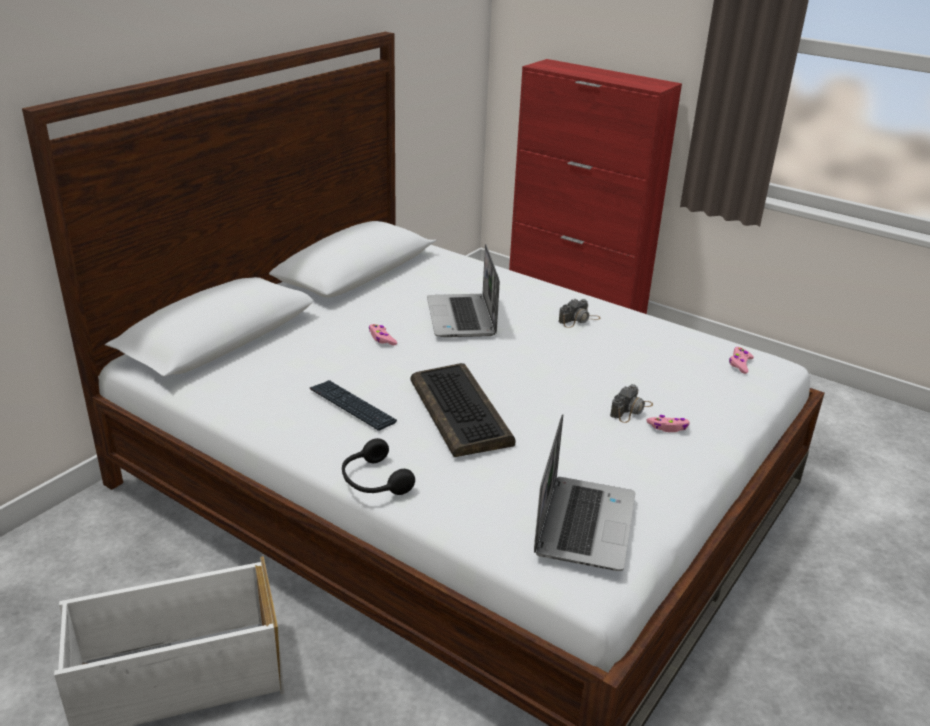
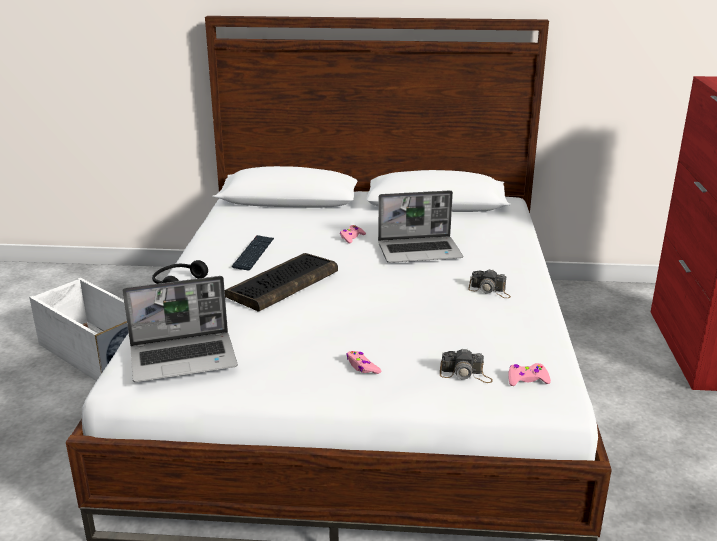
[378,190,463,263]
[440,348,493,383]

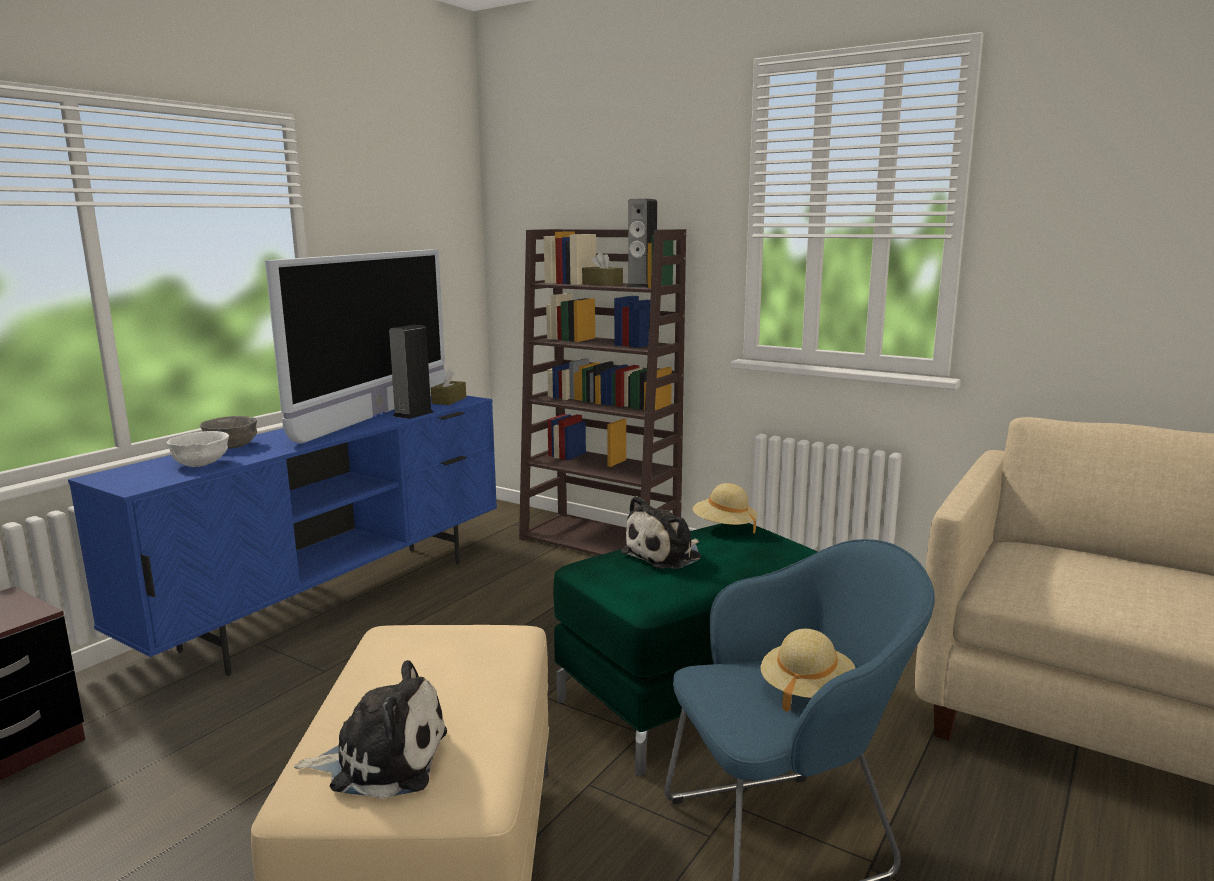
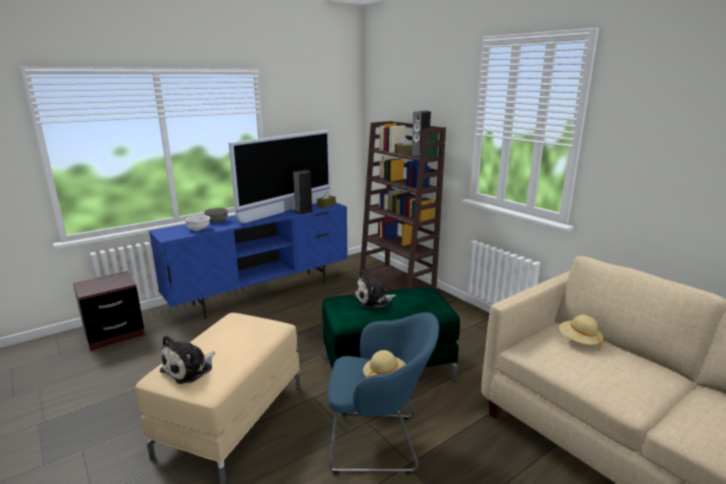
[160,335,215,384]
[559,315,603,350]

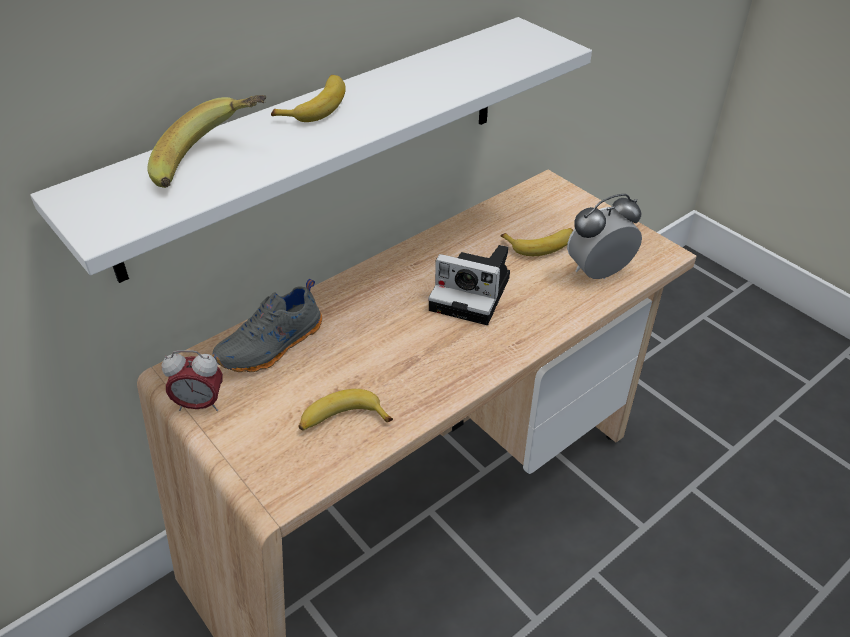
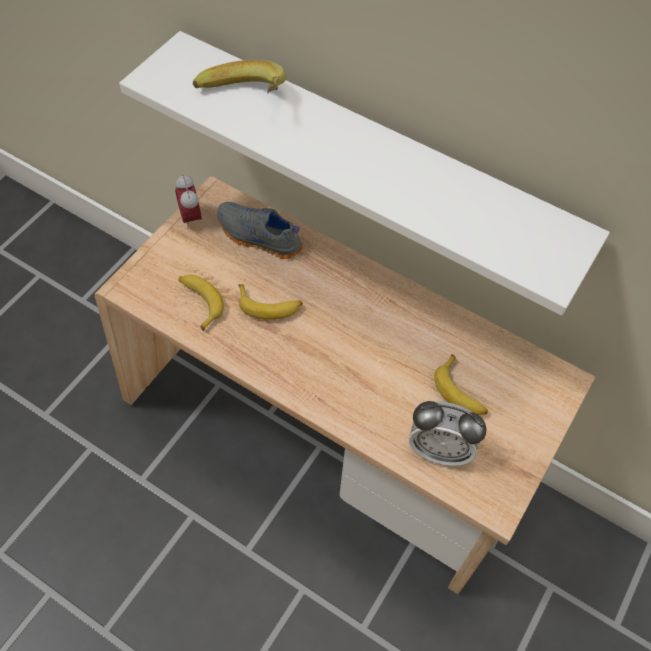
[238,284,303,319]
[428,245,510,325] (first image)
[409,401,486,466]

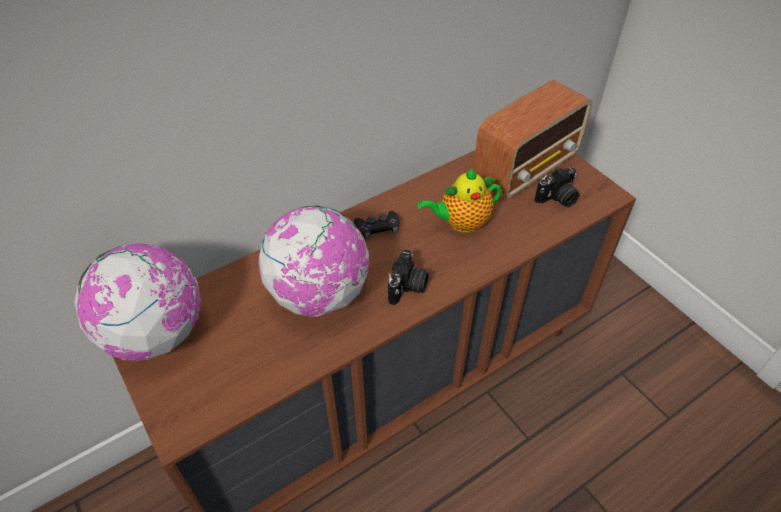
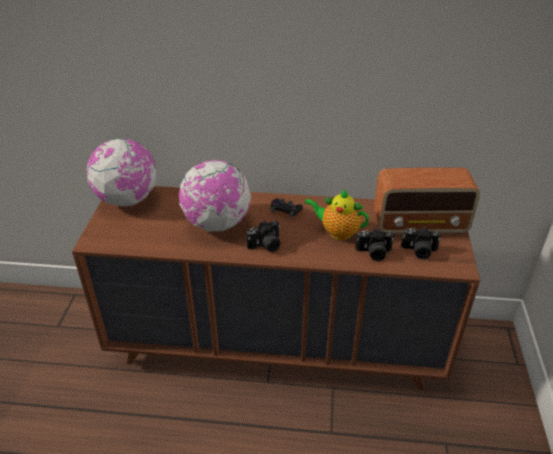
[355,228,394,261]

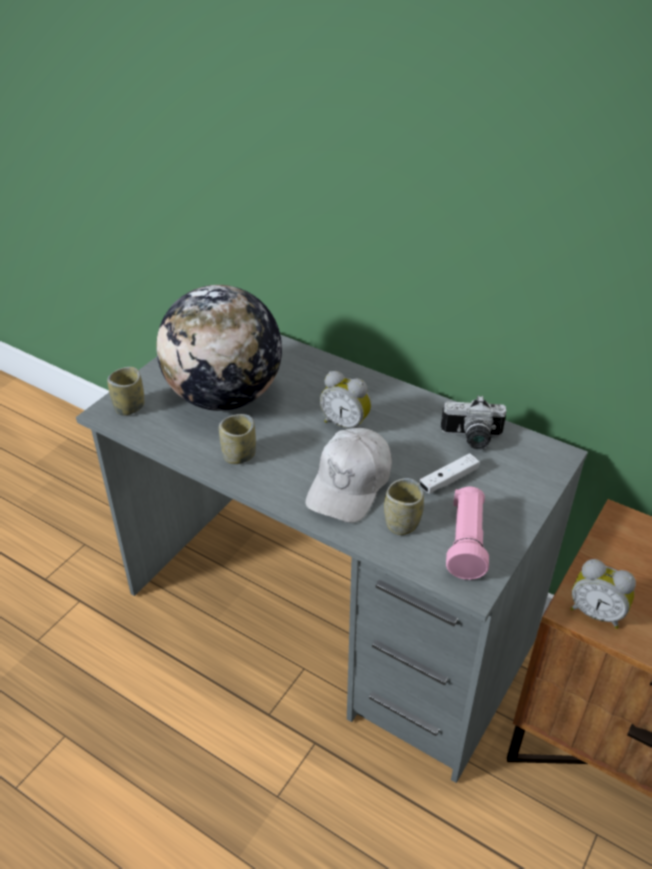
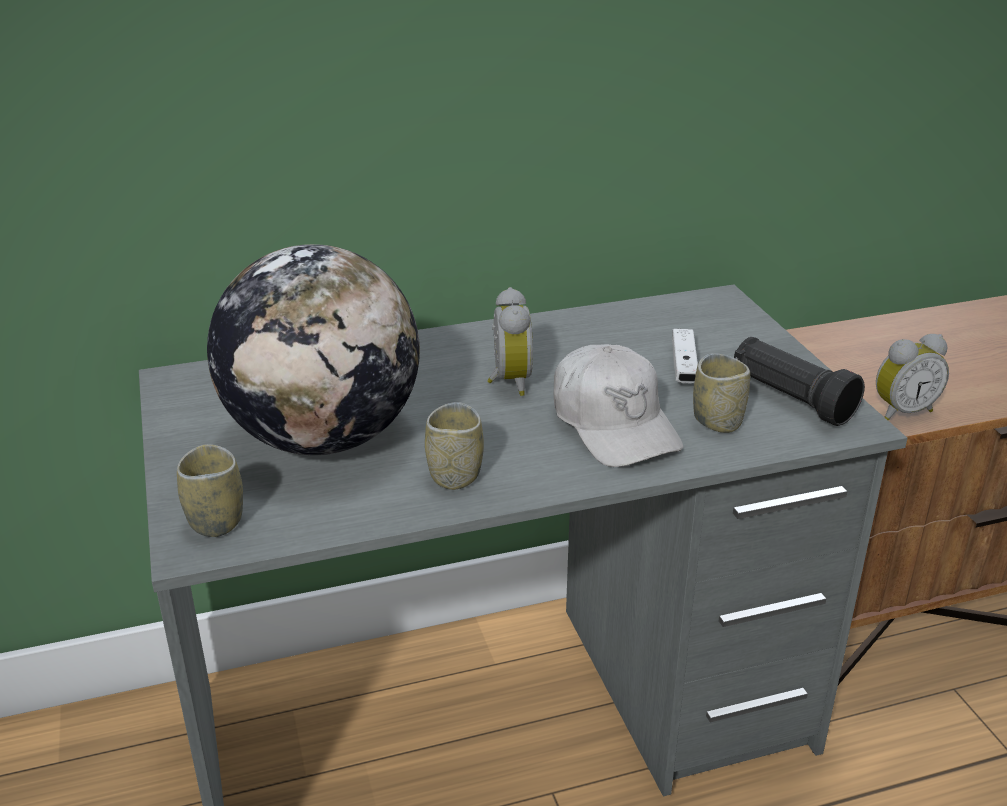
[487,287,533,396]
[441,395,507,450] (first image)
[734,337,865,426]

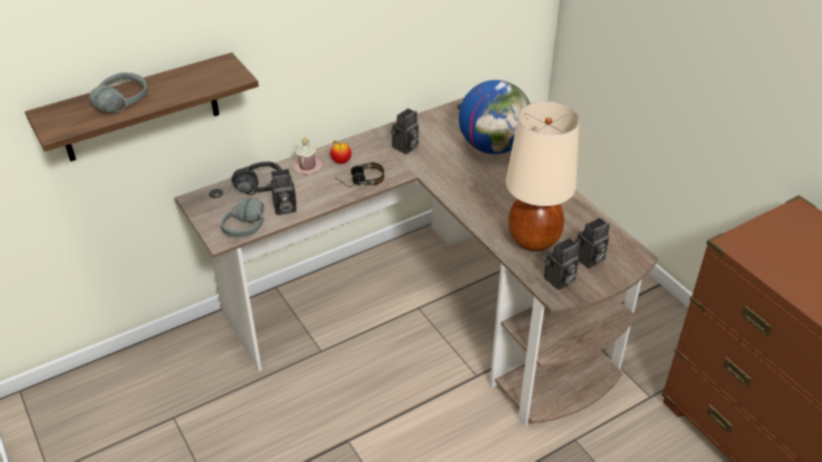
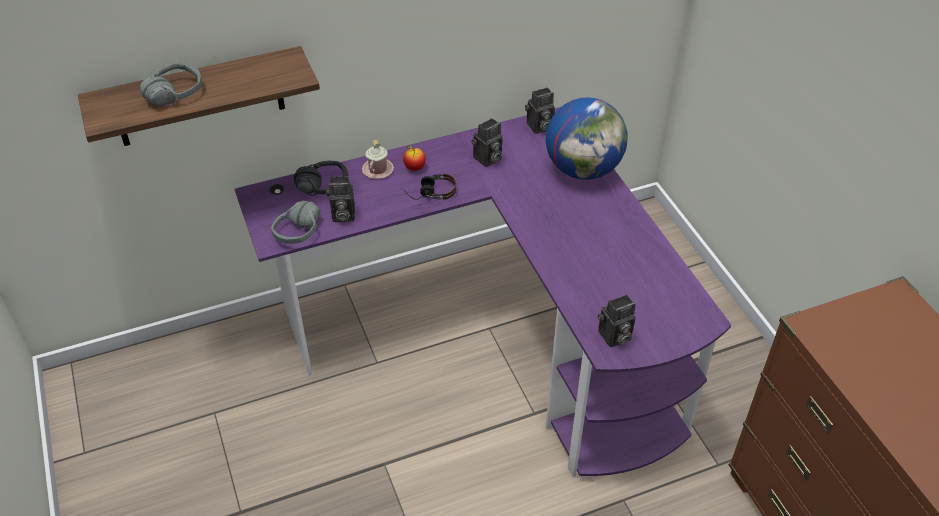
[234,107,731,477]
[506,101,579,251] (first image)
[525,87,555,134]

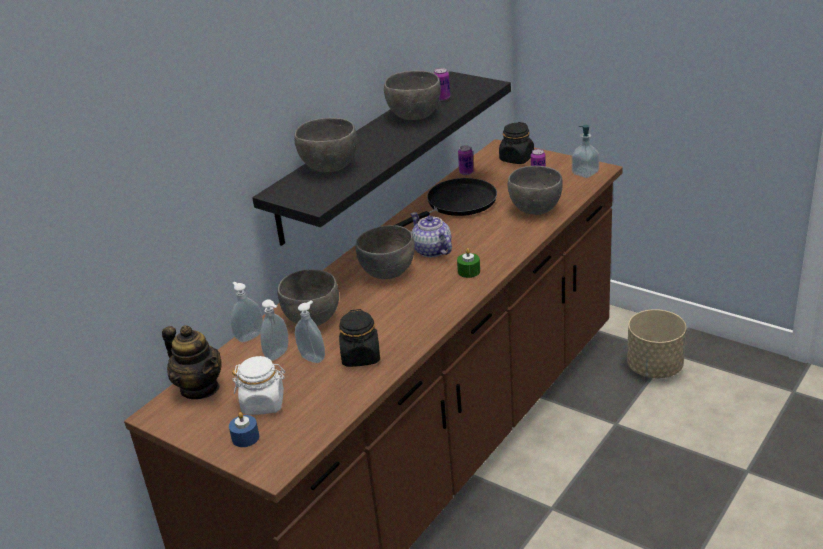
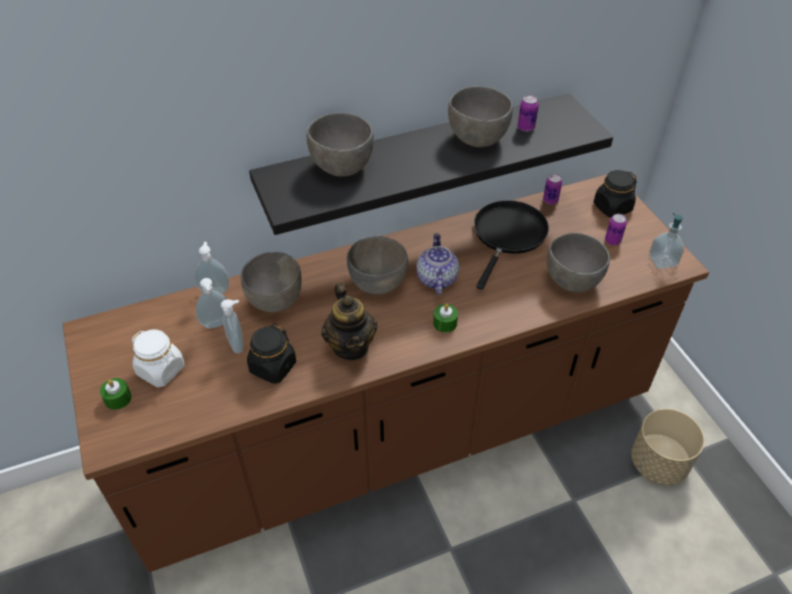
[321,283,377,361]
[100,378,131,410]
[474,200,549,289]

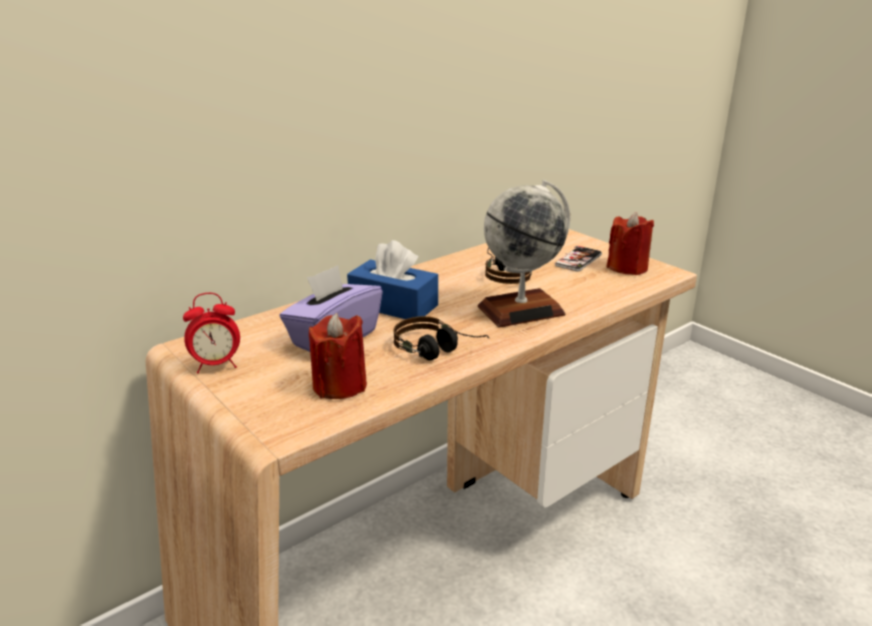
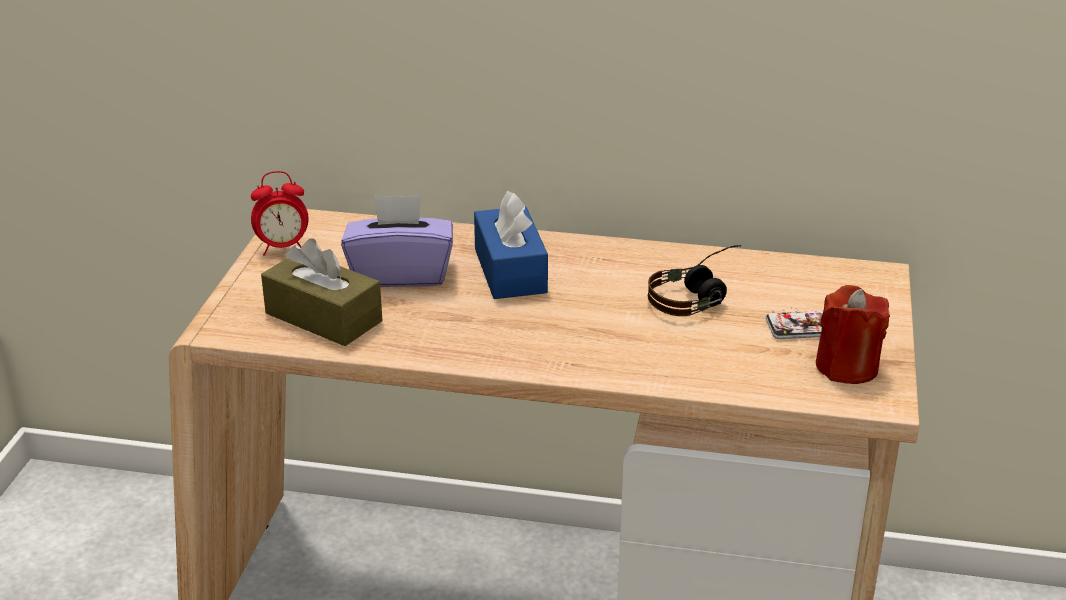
[251,171,308,256]
[261,238,382,346]
[393,316,489,361] (first image)
[478,180,570,328] (first image)

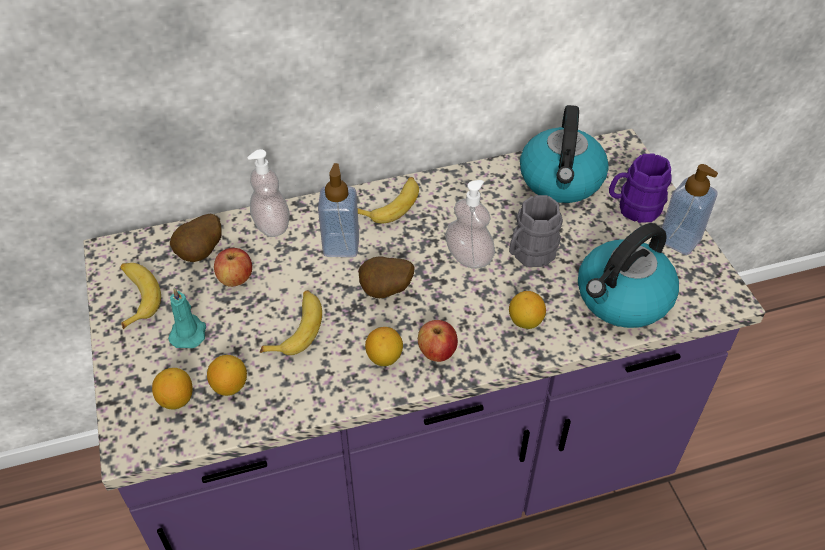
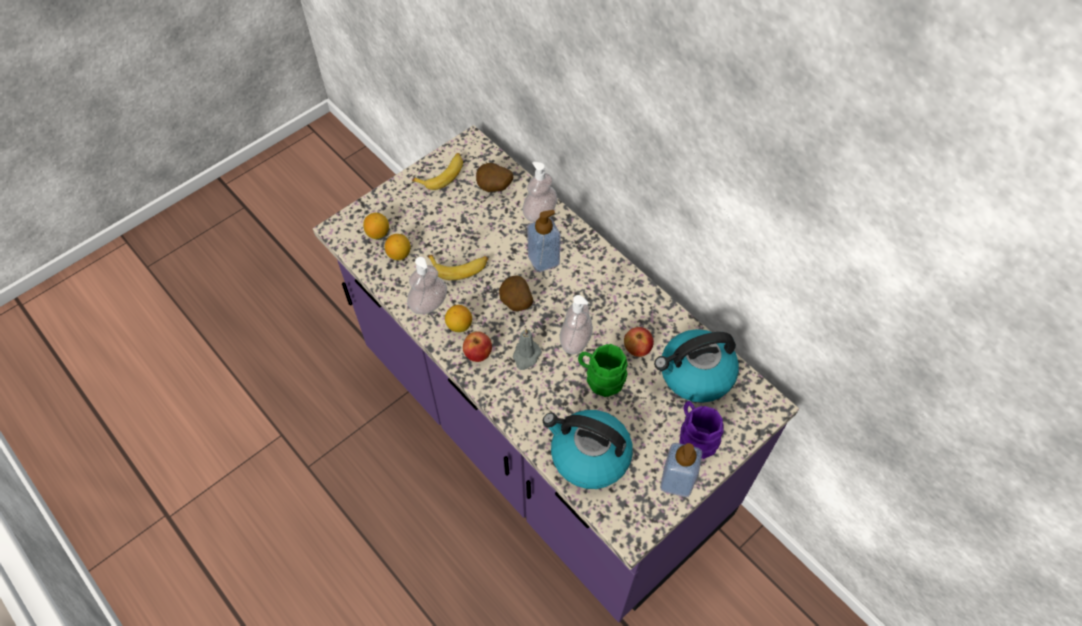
[168,287,206,348] (first image)
[624,327,654,357]
[358,177,419,223] (first image)
[578,344,628,397]
[509,291,546,329] (first image)
[407,257,447,314]
[513,328,542,370]

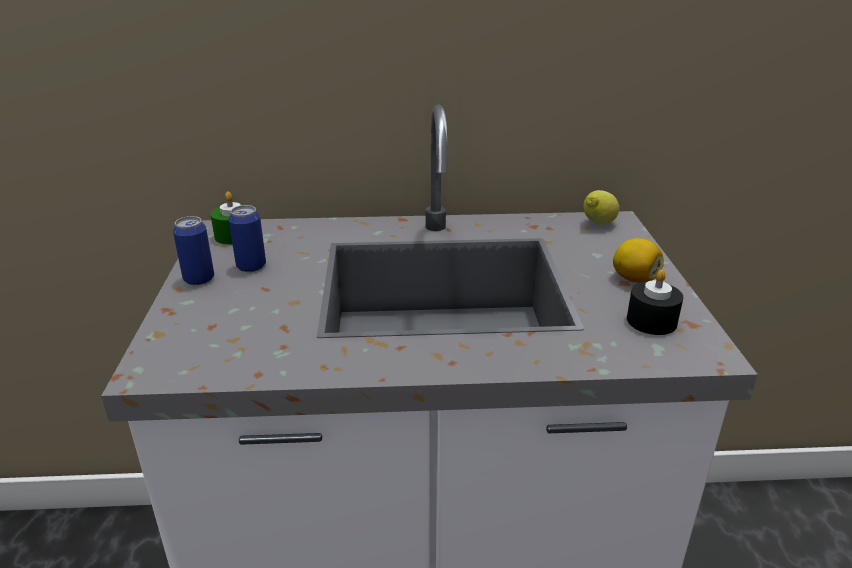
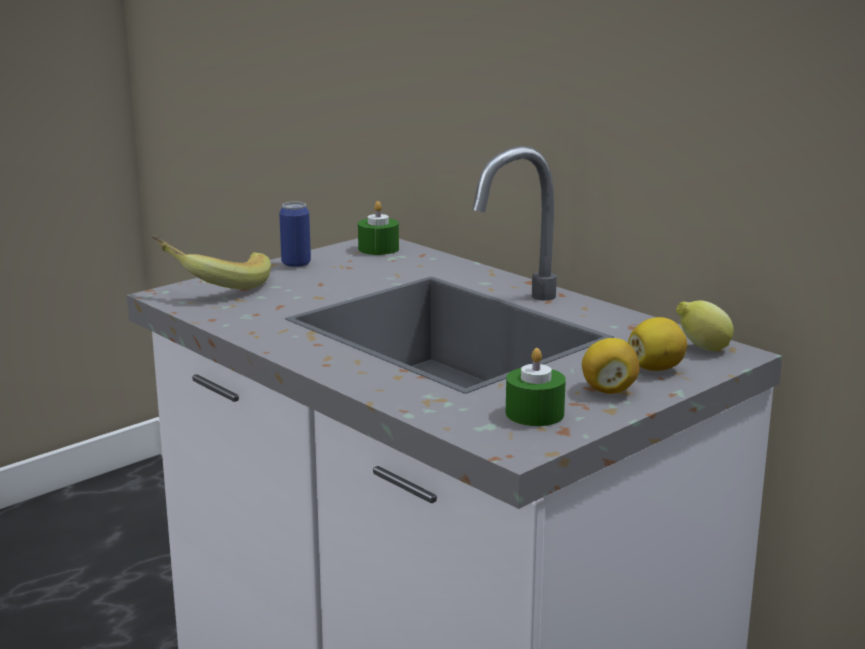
[229,205,266,272] (first image)
[506,348,566,426]
[151,236,271,289]
[628,317,687,371]

